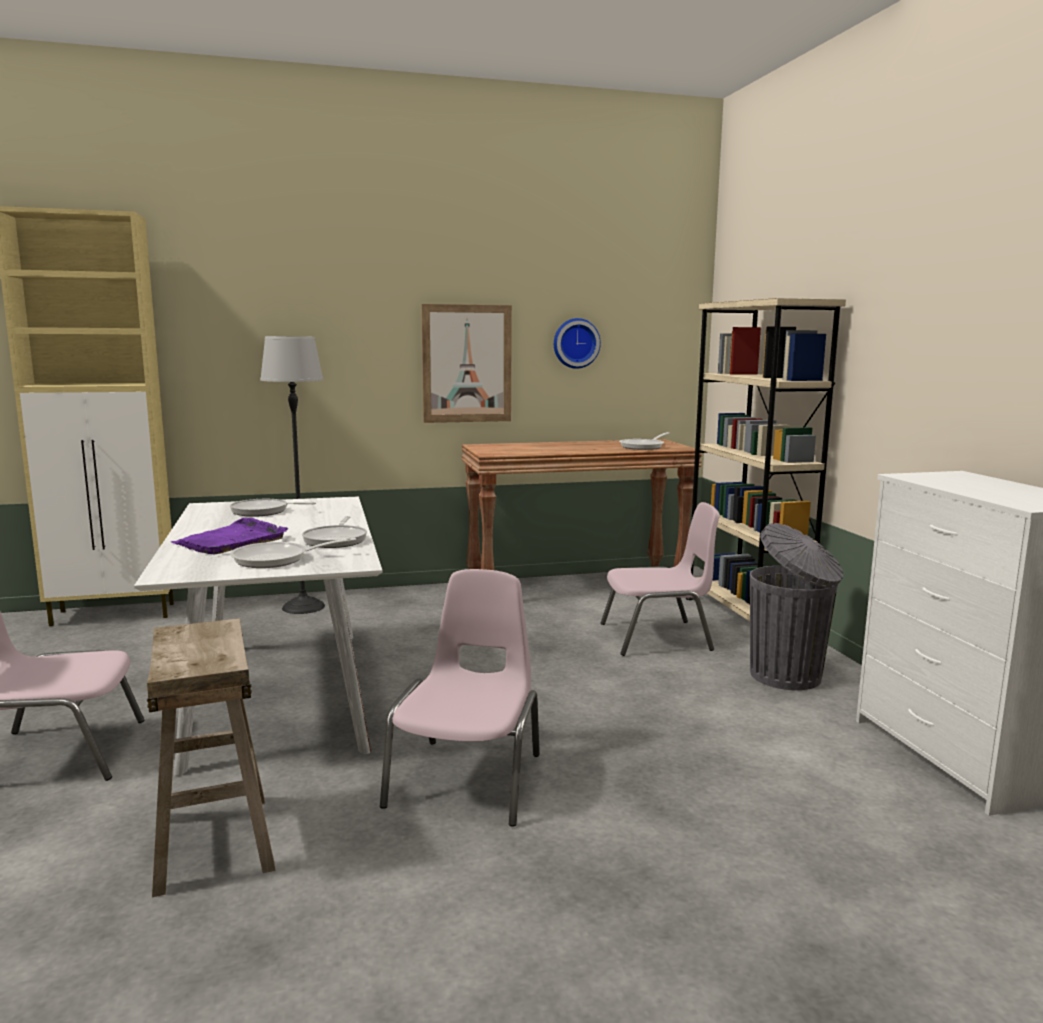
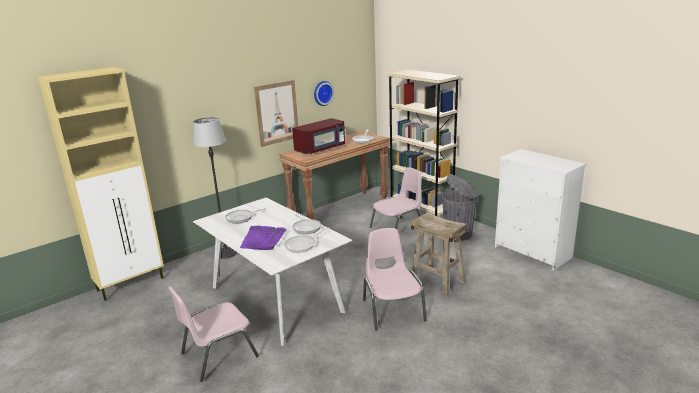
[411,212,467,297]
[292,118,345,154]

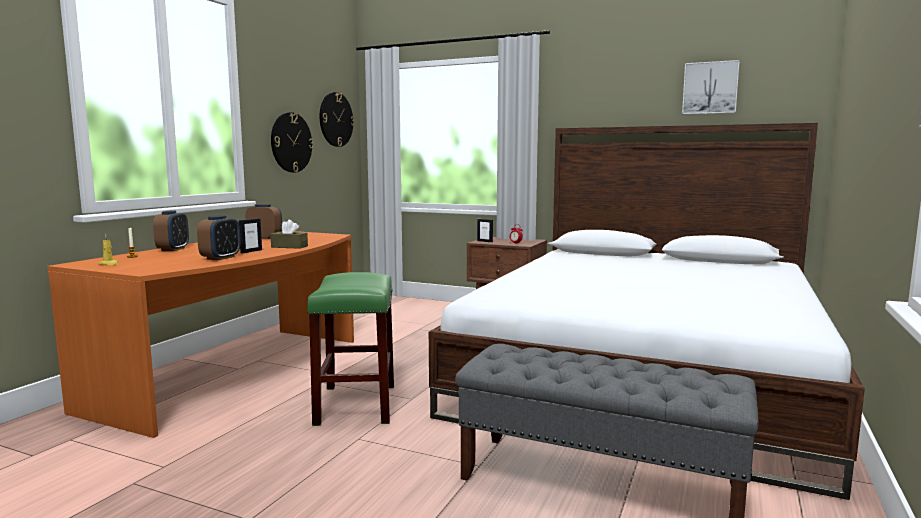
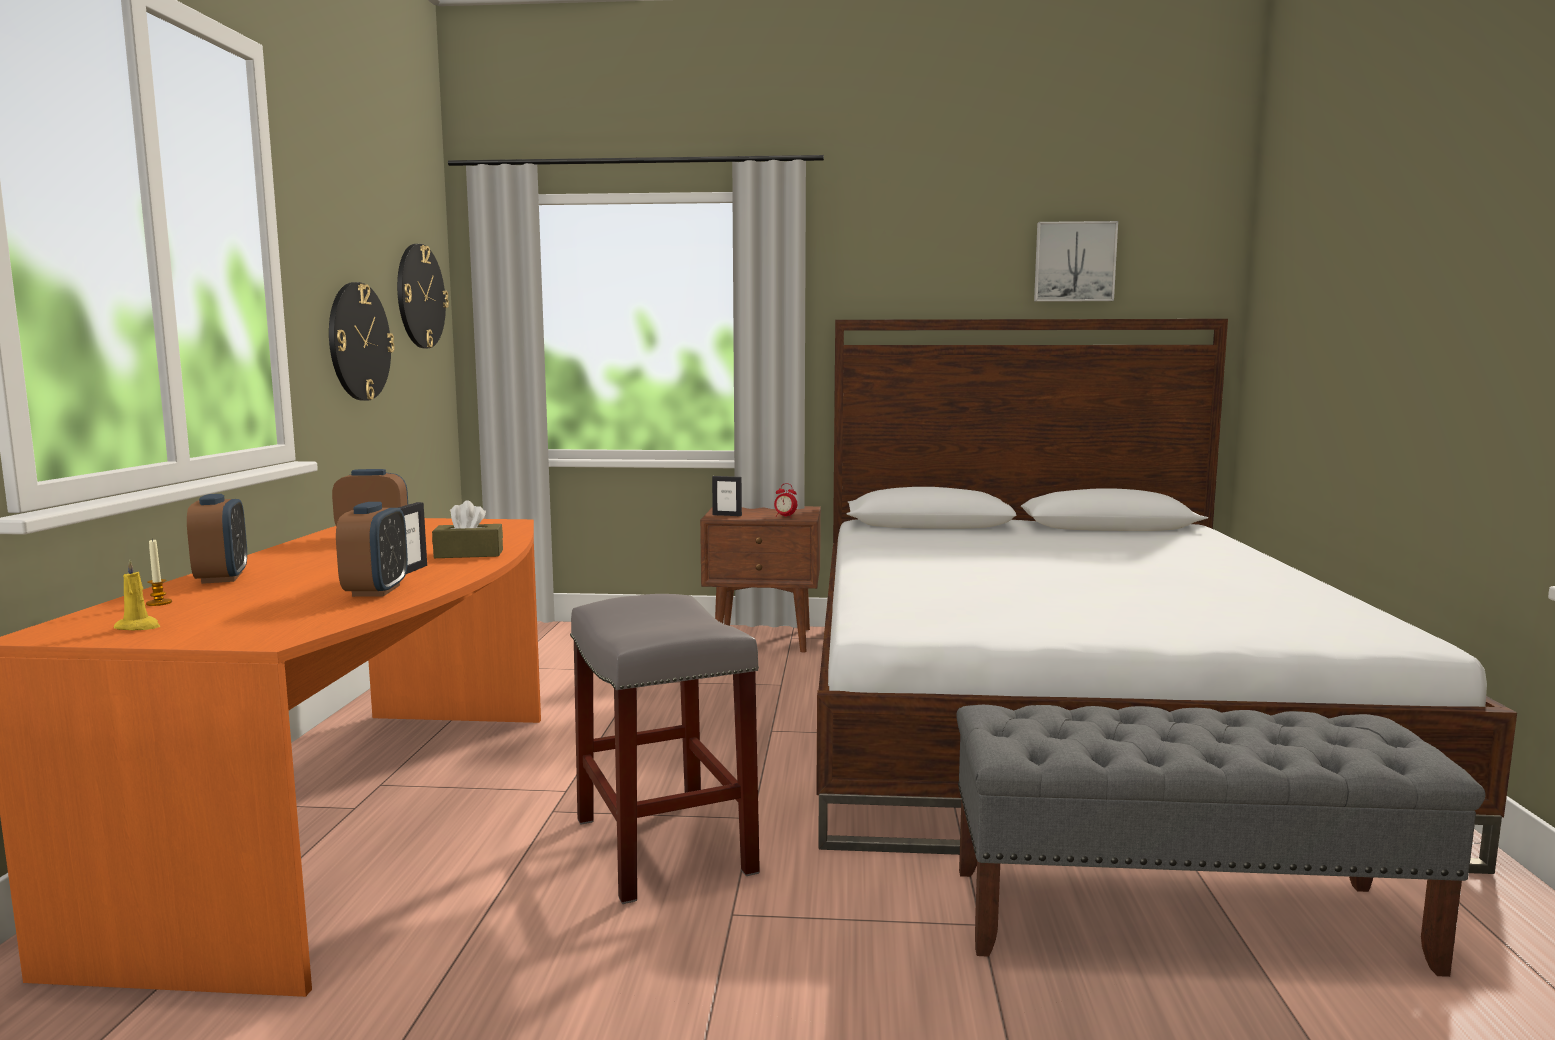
[570,594,760,904]

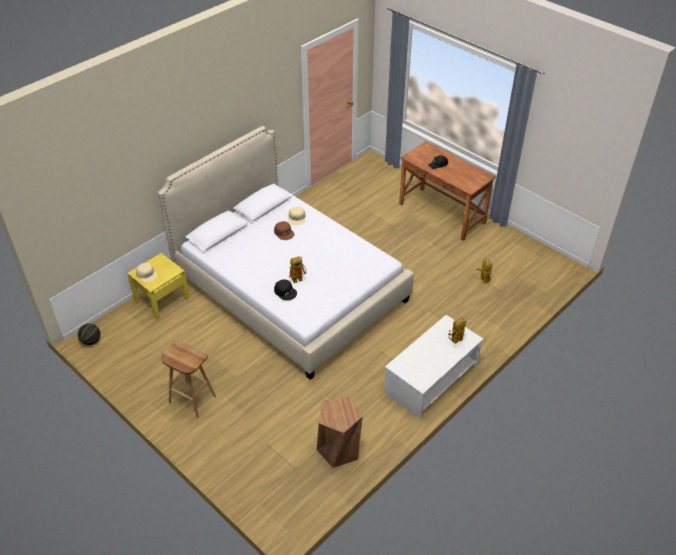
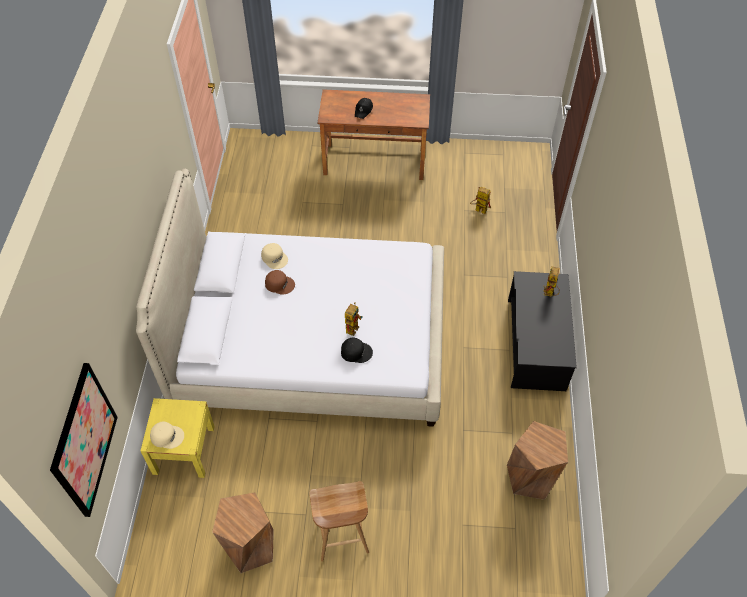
[78,324,100,345] (first image)
[508,271,577,391]
[50,363,118,517]
[212,492,274,573]

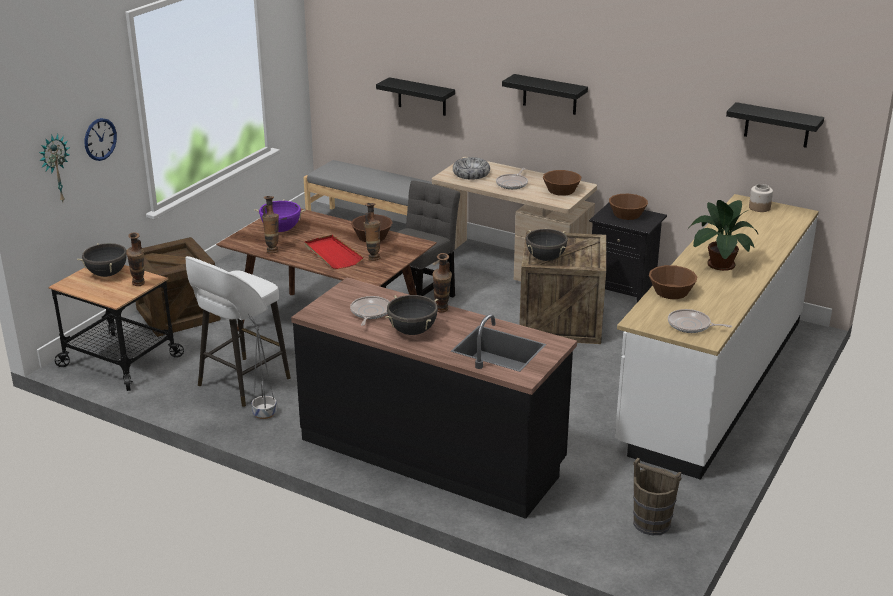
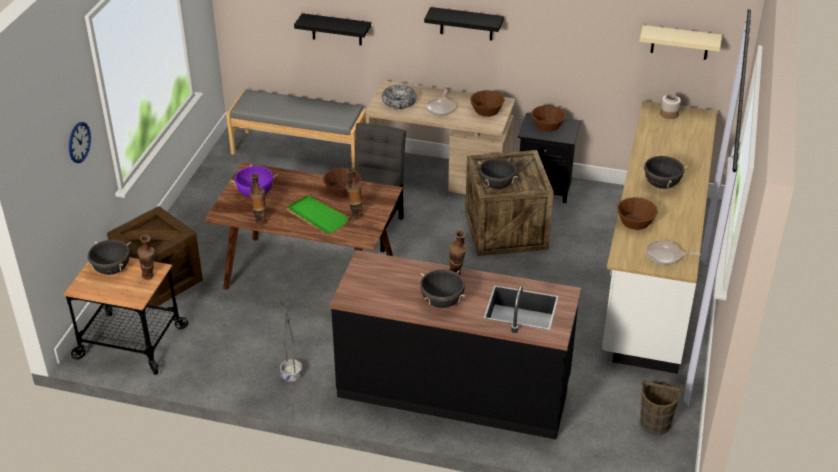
[39,134,70,202] (first image)
[185,256,291,407] (first image)
[287,195,349,234]
[350,296,390,326] (first image)
[640,154,688,189]
[639,25,722,60]

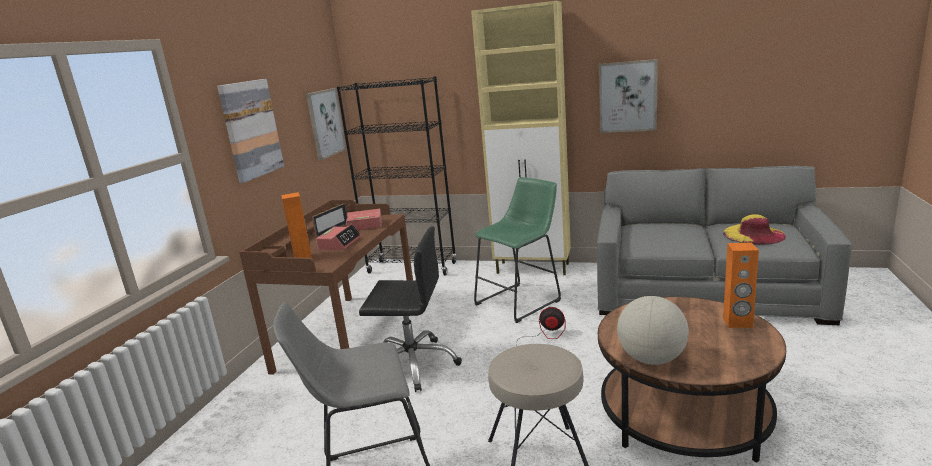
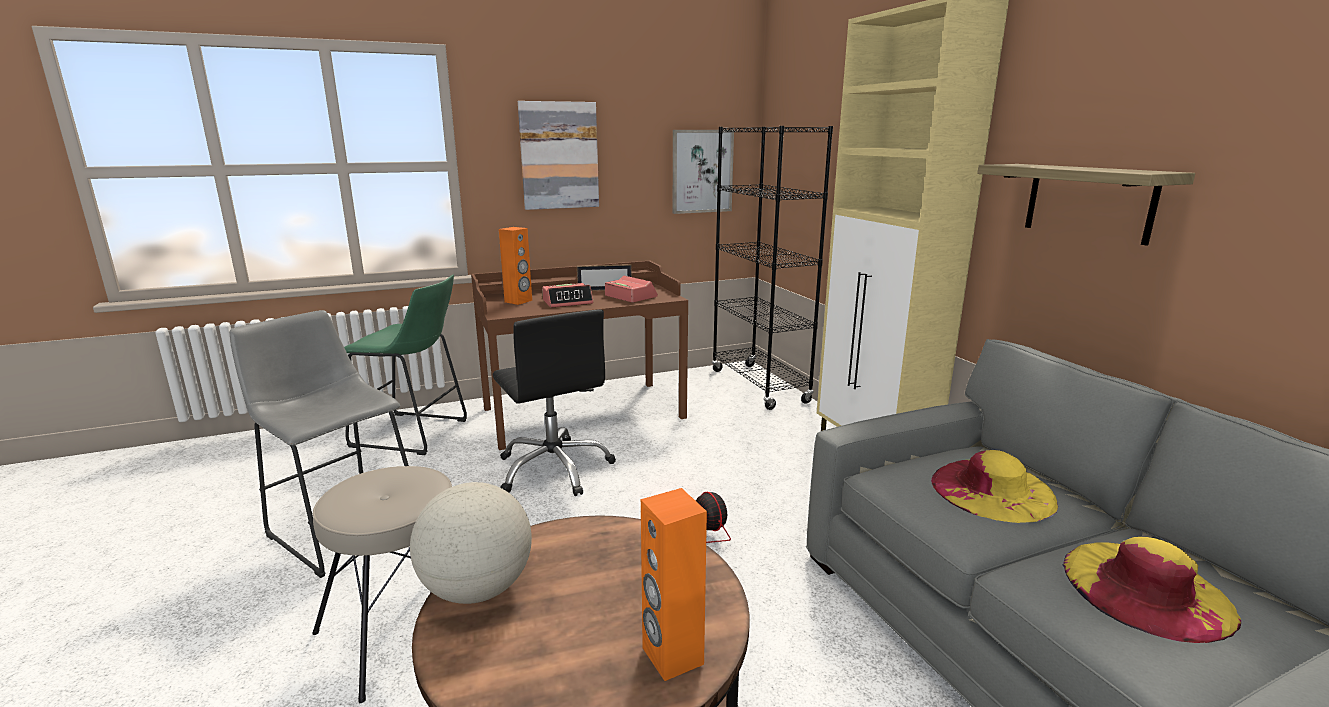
[344,274,467,455]
[977,164,1195,246]
[931,450,1058,523]

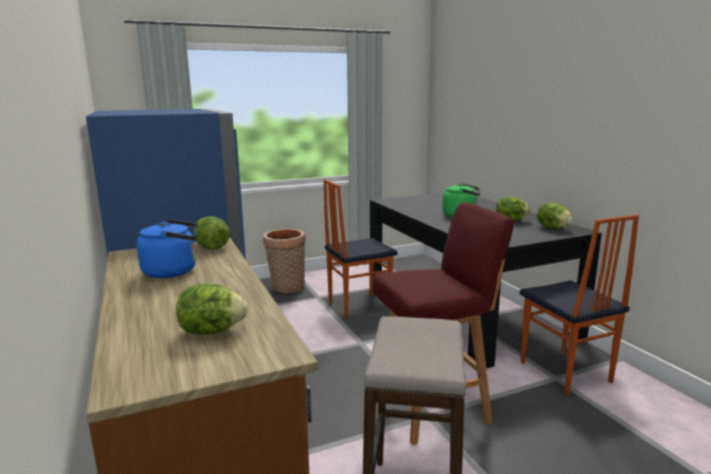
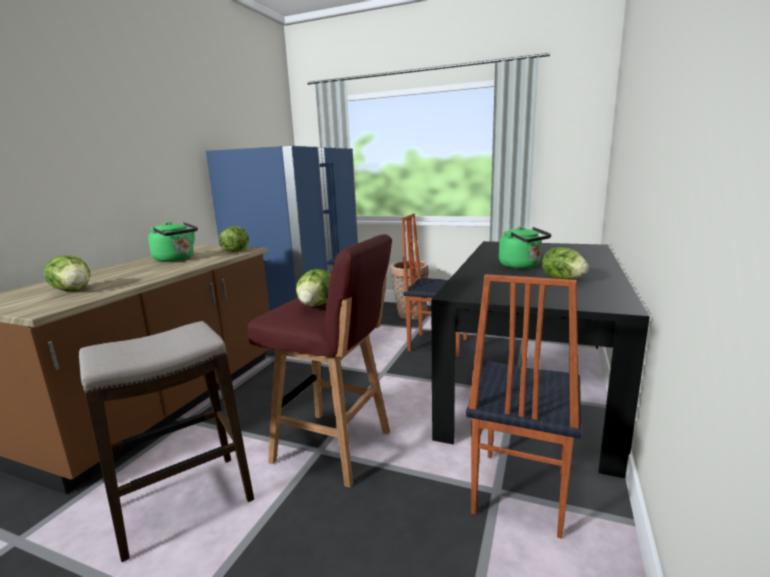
[148,222,198,262]
[296,269,331,307]

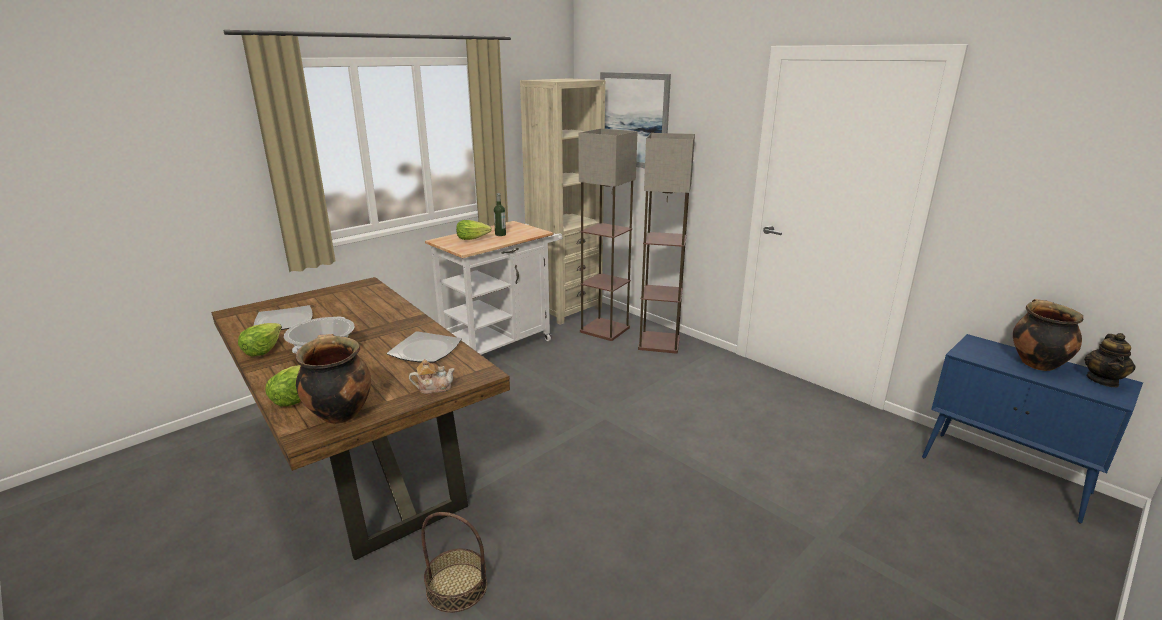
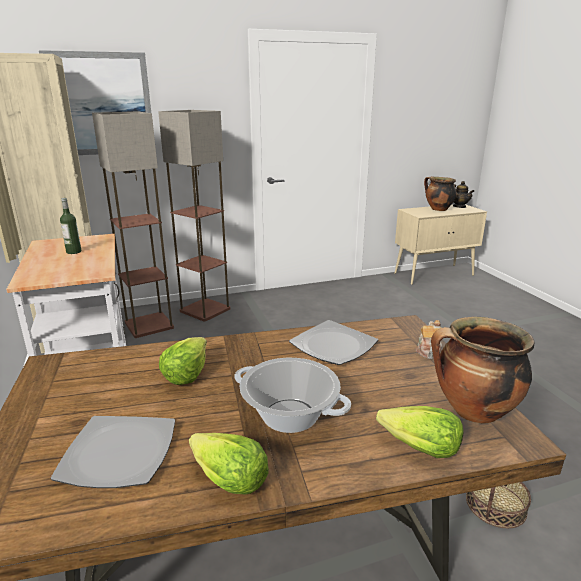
[159,337,207,385]
[395,204,487,285]

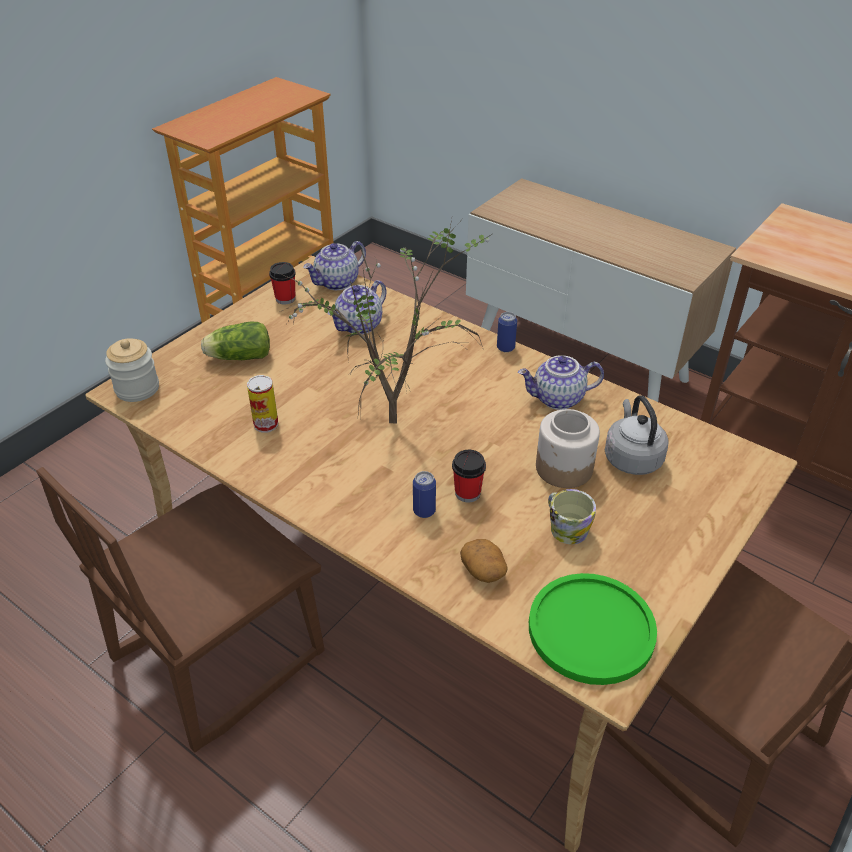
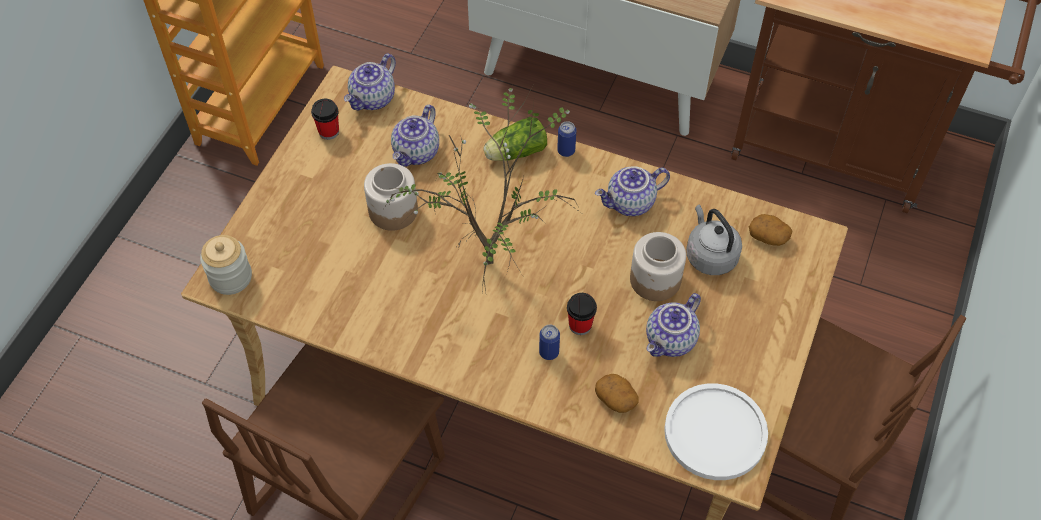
[483,118,547,161]
[247,375,279,433] (first image)
[664,383,768,480]
[646,293,701,357]
[364,163,418,231]
[749,214,793,246]

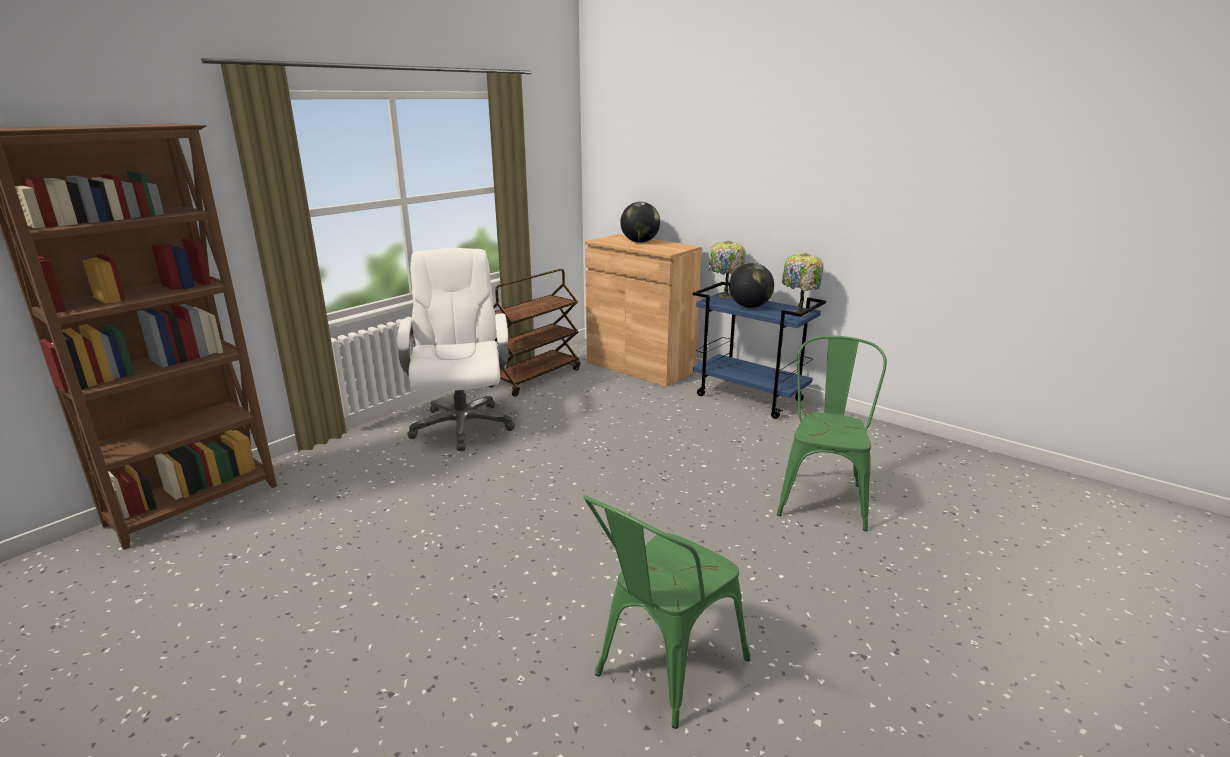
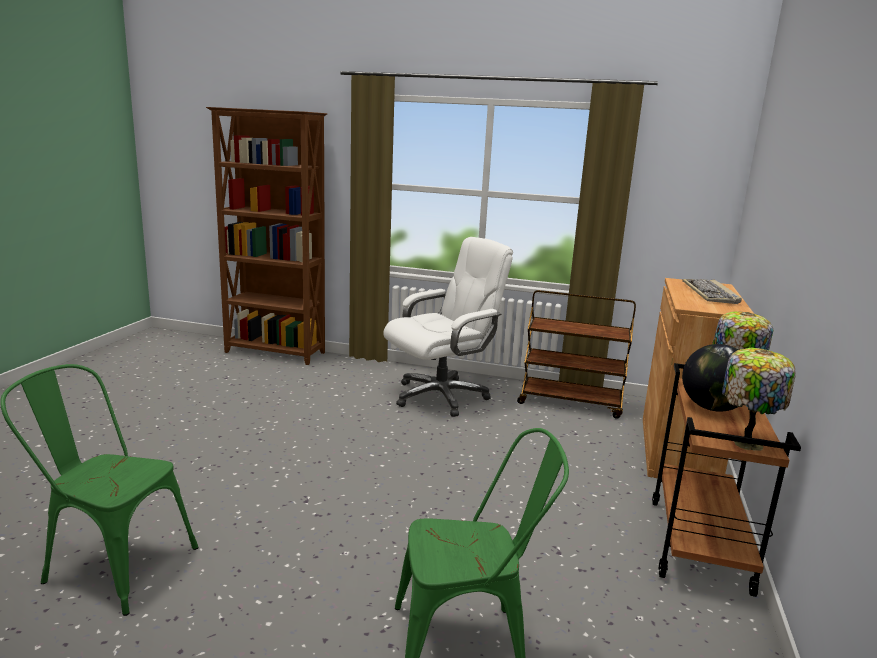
[682,279,742,304]
[652,363,801,597]

